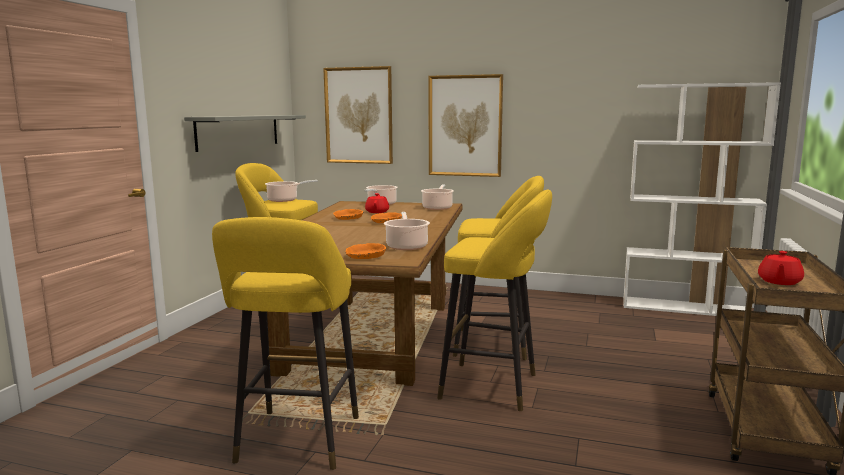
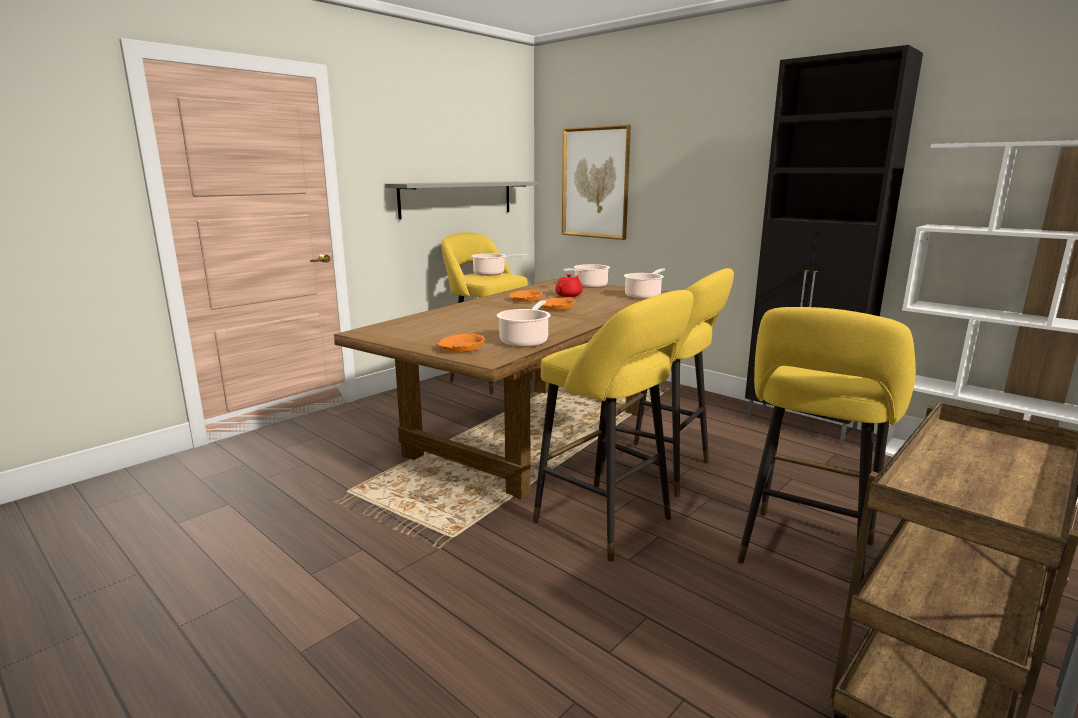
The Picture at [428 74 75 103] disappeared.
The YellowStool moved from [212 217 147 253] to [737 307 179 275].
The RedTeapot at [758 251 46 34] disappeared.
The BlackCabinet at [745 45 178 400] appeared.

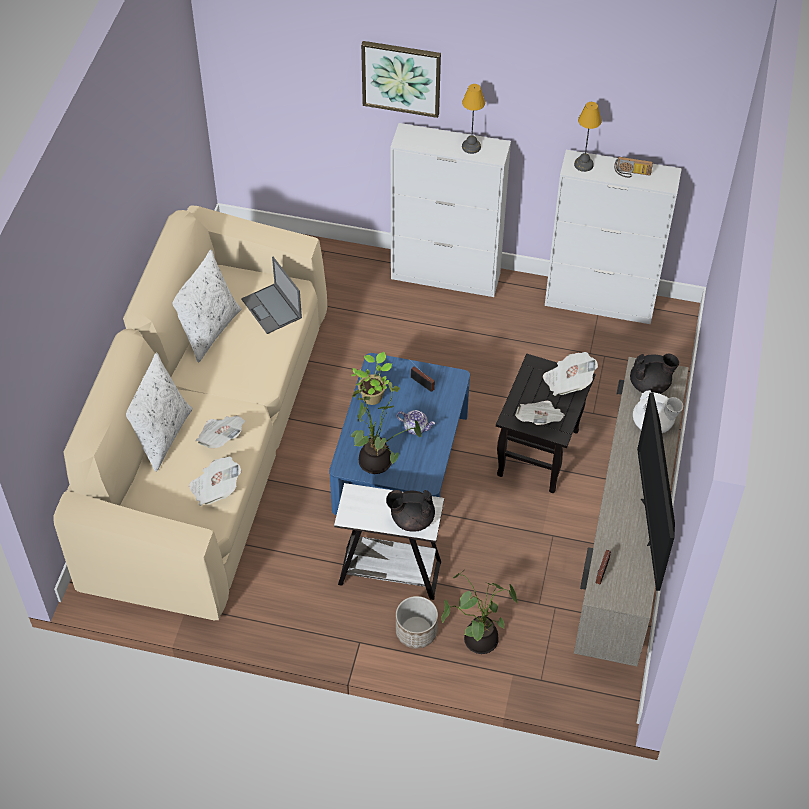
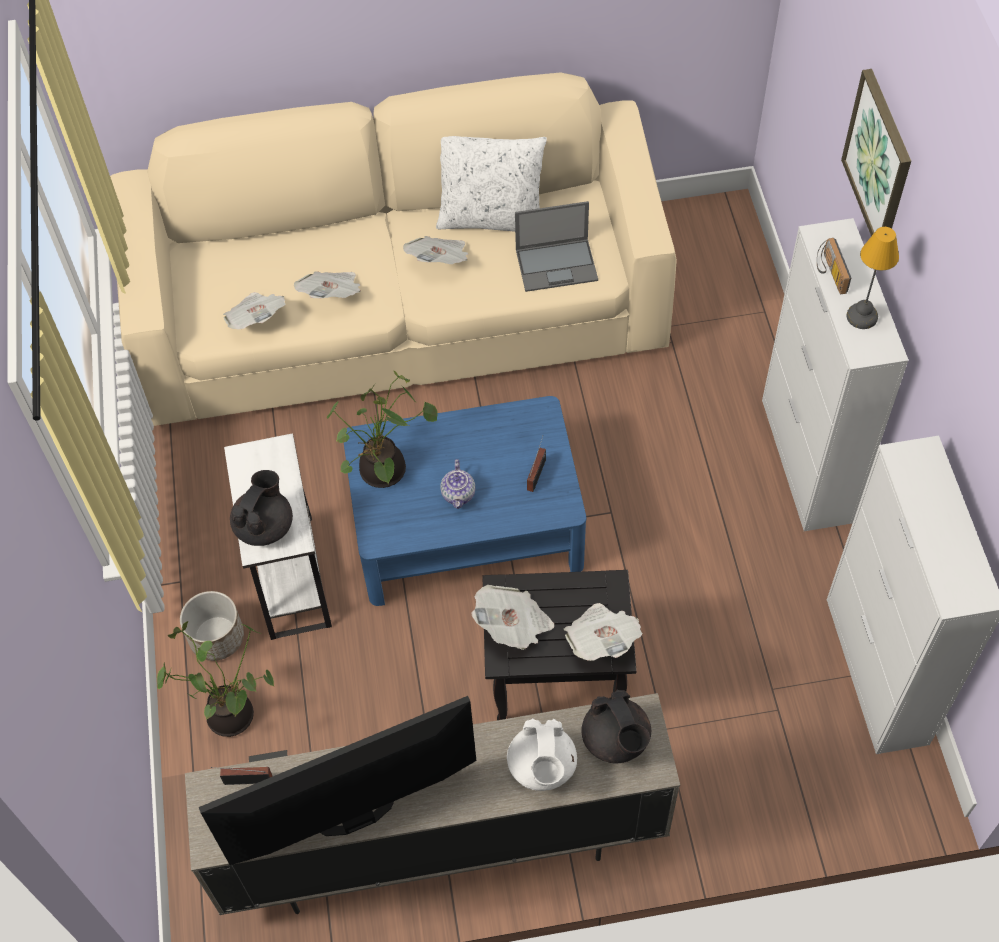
The TableLamp at [574 102 28 70] disappeared.
The Radio moved from [614 157 39 21] to [817 238 34 56].
The Laptop at [241 257 61 77] turned 135 degrees counterclockwise.
The PottedPlant at [351 352 41 53] disappeared.
The WhitePillow at [126 353 67 119] disappeared.
The BlackTeapot at [386 490 49 42] turned 45 degrees clockwise.
The Newspaper at [403 236 66 28] appeared.

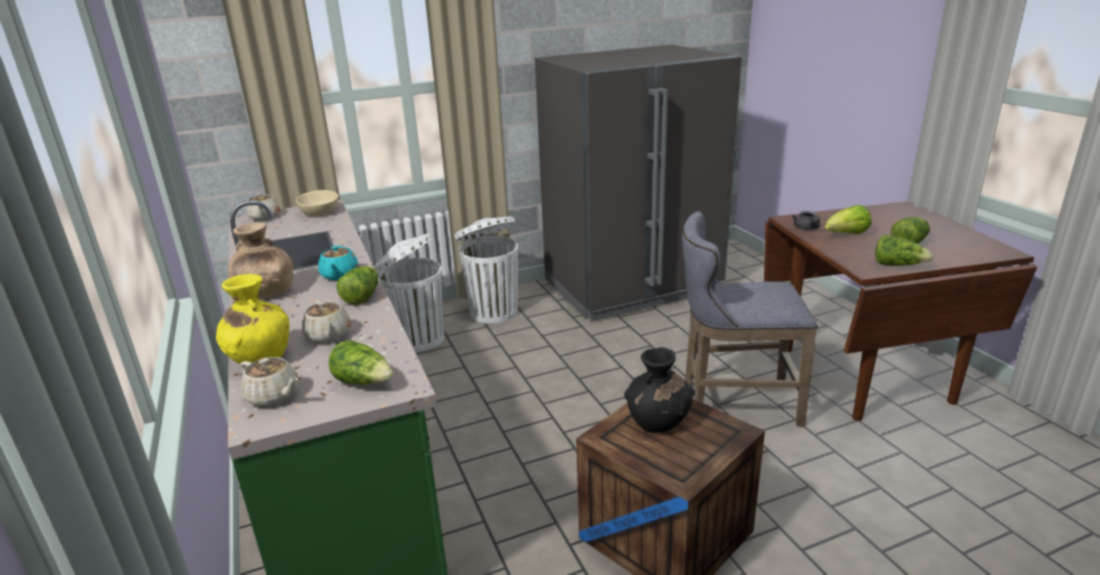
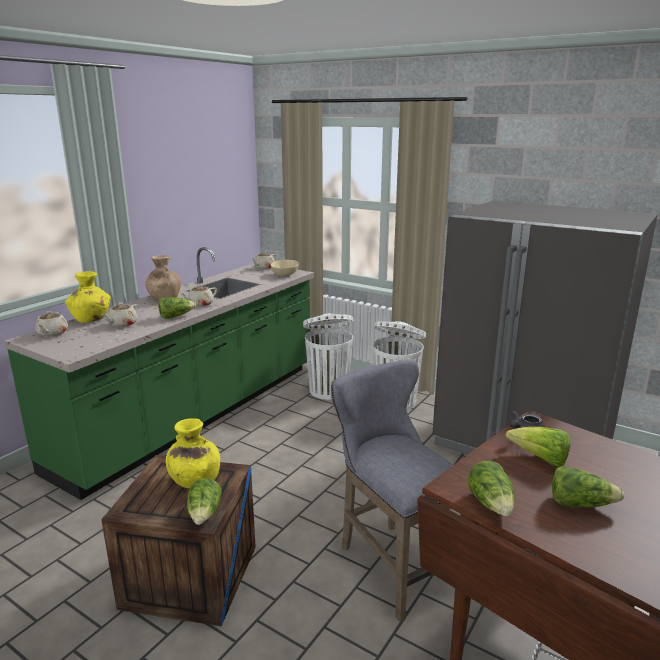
The TurquoiseTeapot at [318 245 41 35] became the BeigeTeapot at [180 285 37 22].
The Lettuce moved from [328 340 66 45] to [187 478 34 47].
The BlackVase at [624 347 71 86] became the YellowVase at [166 418 54 70].

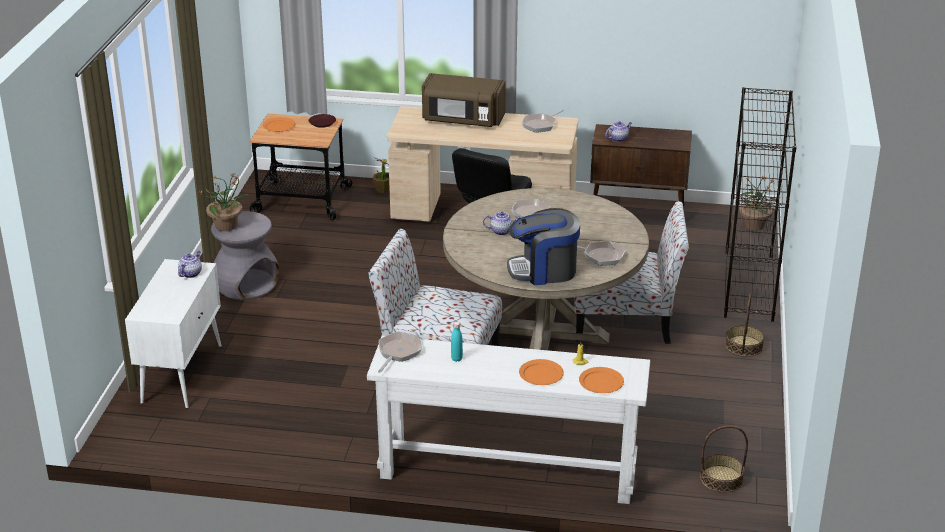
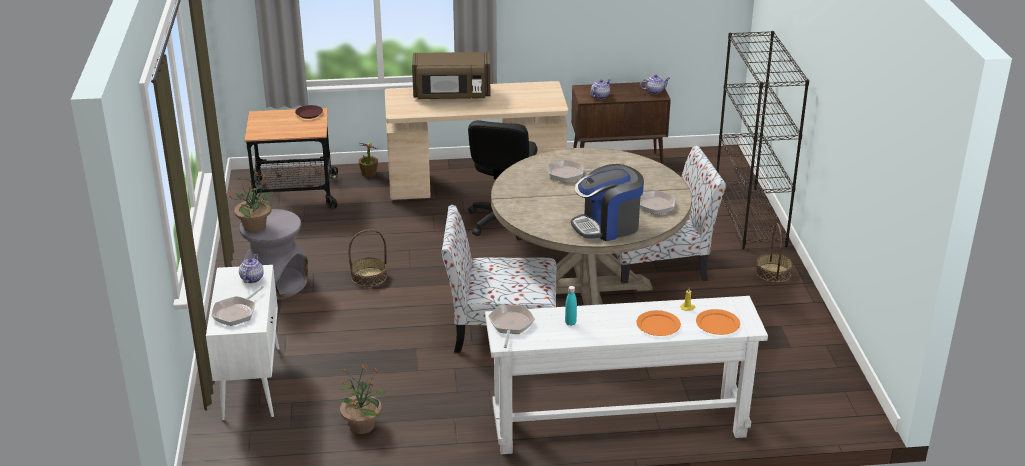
The FryingPan moved from [522 109 42 24] to [212 286 52 40].
The OrangePlate at [263 117 32 15] disappeared.
The PottedPlant moved from [739 175 37 56] to [339 364 48 70].
The Teapot moved from [483 212 38 23] to [640 75 30 19].
The Basket moved from [700 425 48 68] to [349 229 38 58].

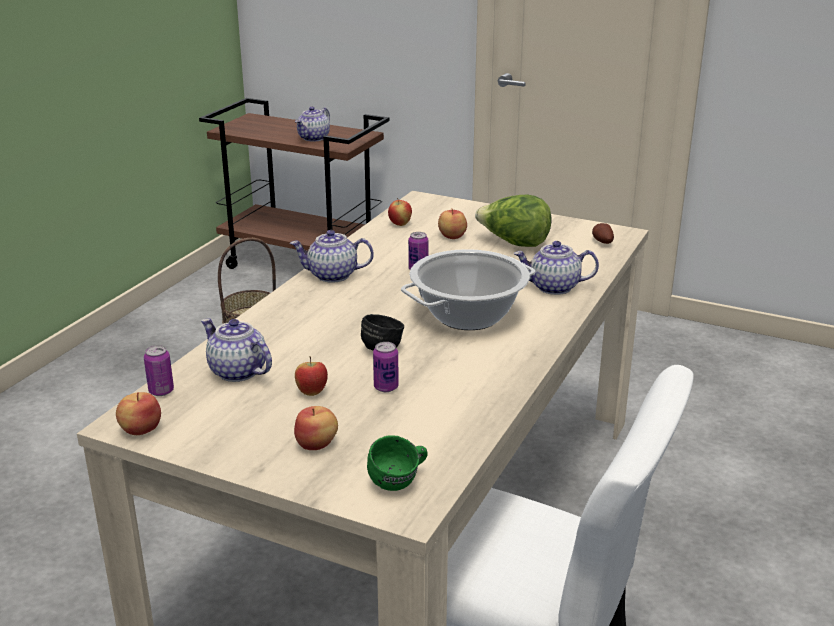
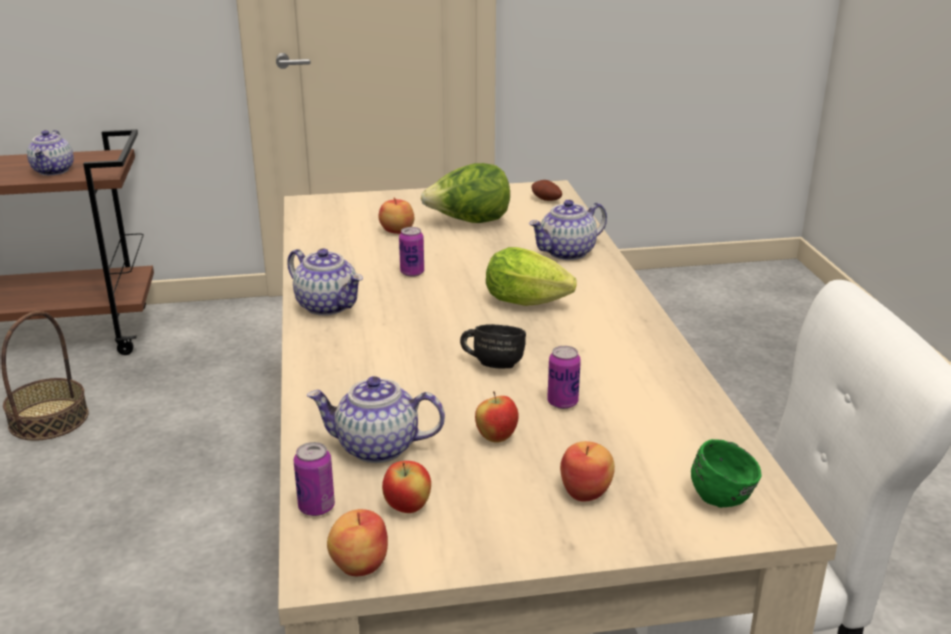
The Apple moved from [388 198 24 28] to [382 461 49 52].
The Teapot at [290 230 84 53] turned 105 degrees counterclockwise.
The CookingPot at [401 249 135 81] was replaced by the Lettuce at [486 247 91 59].

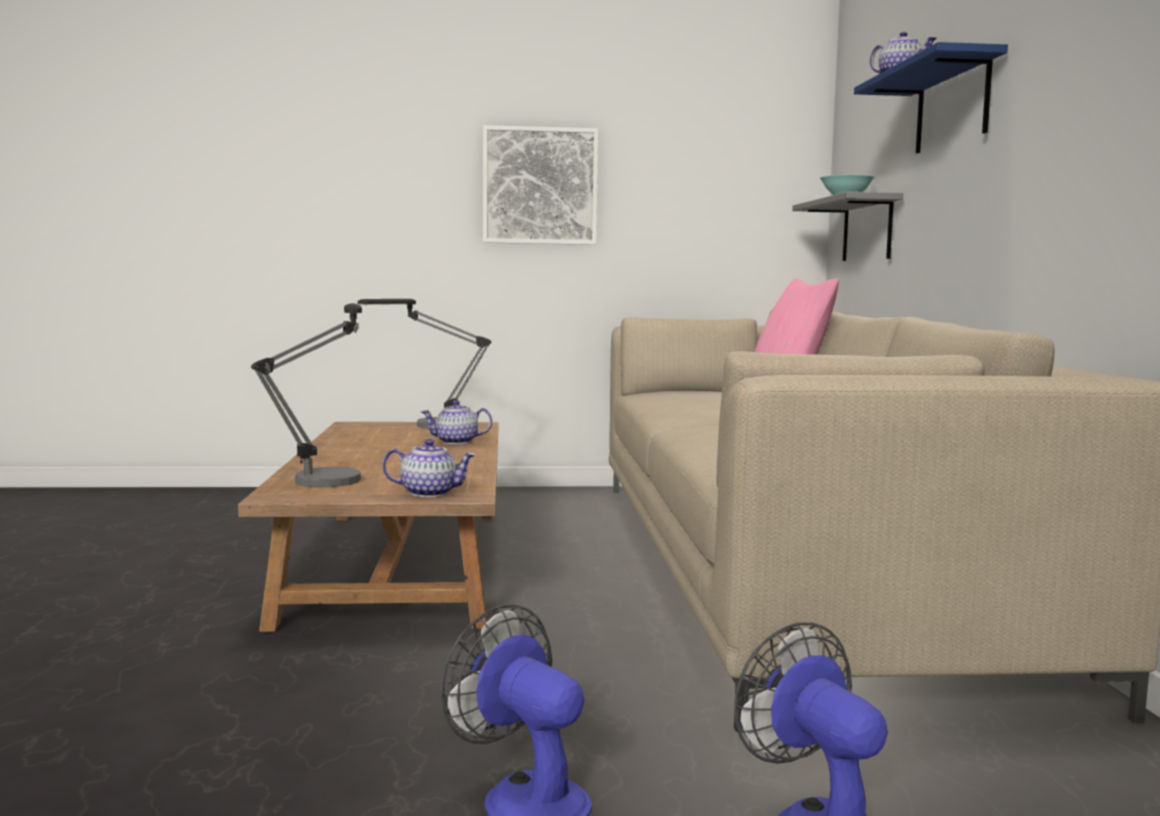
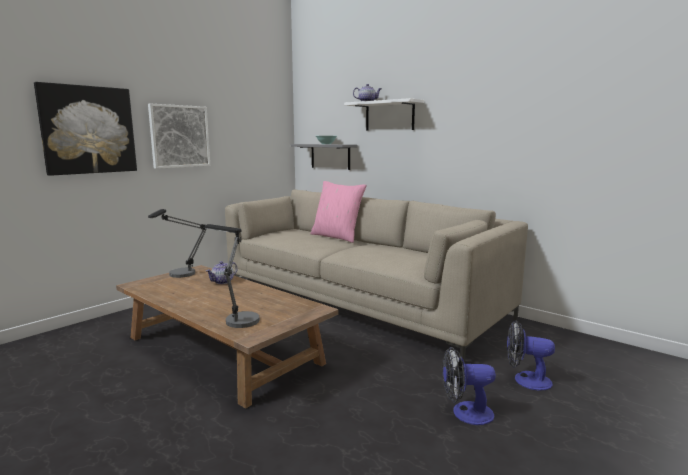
The BlueShelf at [854 42 154 112] became the WhiteShelf at [344 98 80 32].
The Teapot at [382 439 94 58] disappeared.
The Picture at [34 82 103 94] appeared.

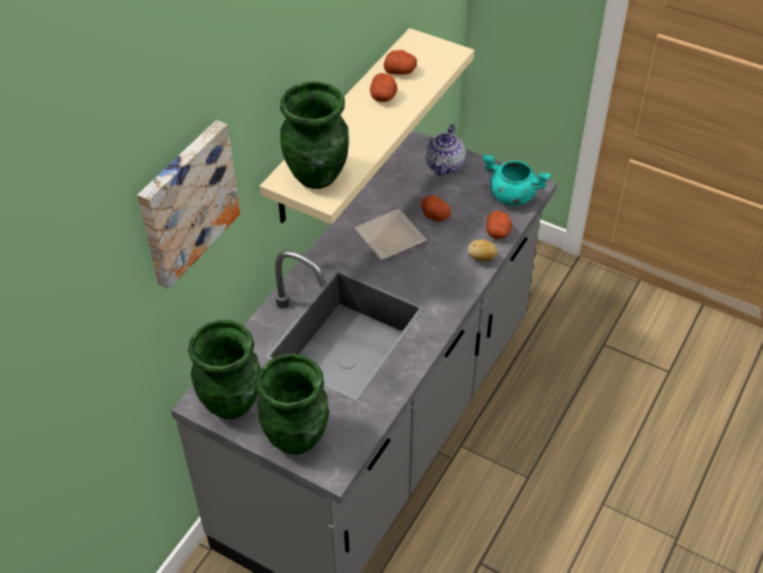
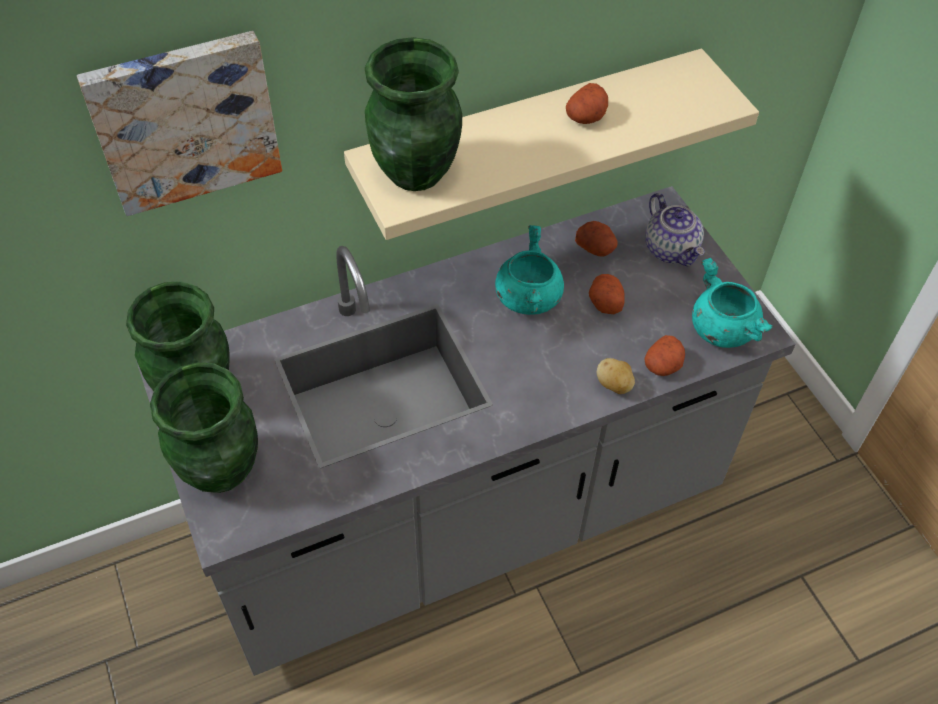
The Potato moved from [384 50 33 25] to [575 221 42 36].
The Teapot at [425 124 41 52] turned 75 degrees counterclockwise.
The Plate at [355 209 71 51] was replaced by the TurquoiseCookingPot at [495 225 69 90].

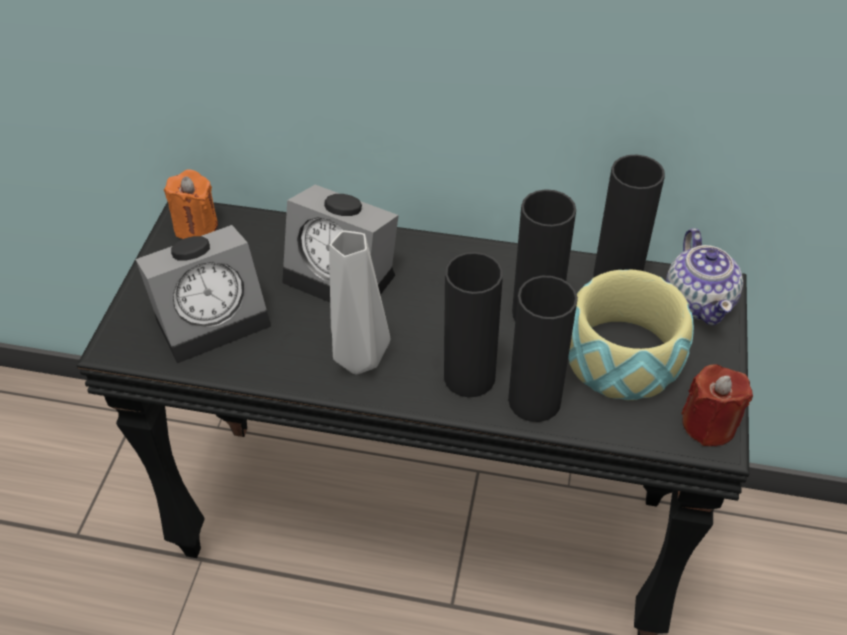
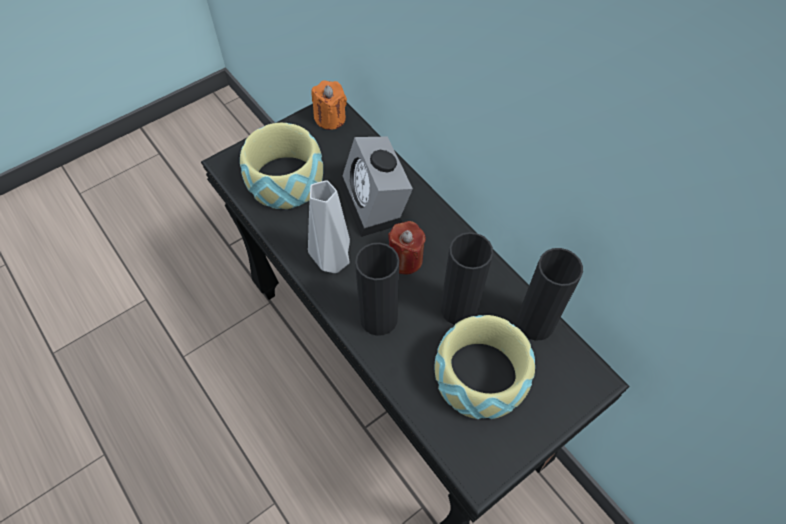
The AlarmClock at [136 225 135 138] was replaced by the Bowl at [240 123 83 86].
The Teapot at [666 228 77 97] disappeared.
The BlackVase at [508 276 70 146] disappeared.
The RedCandle moved from [681 364 72 82] to [388 221 38 53].

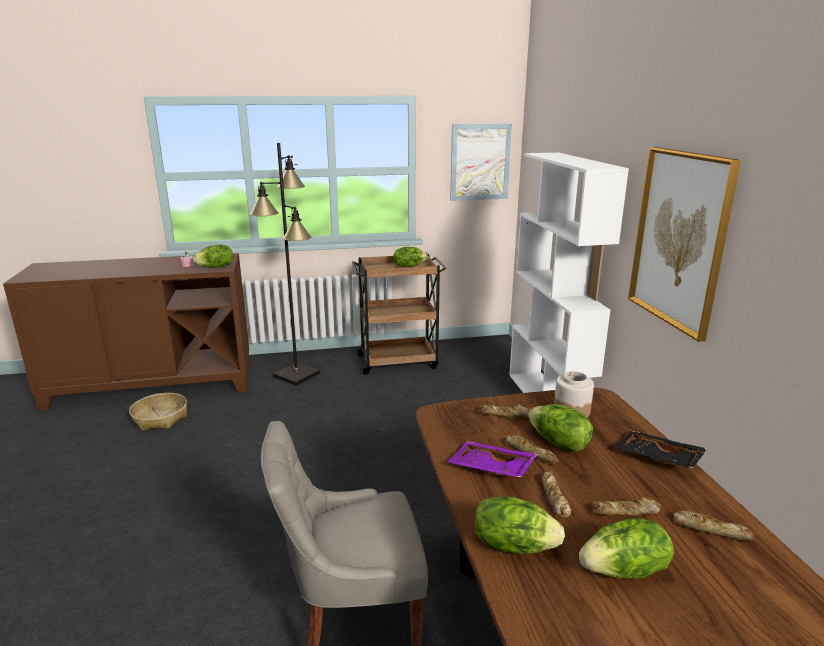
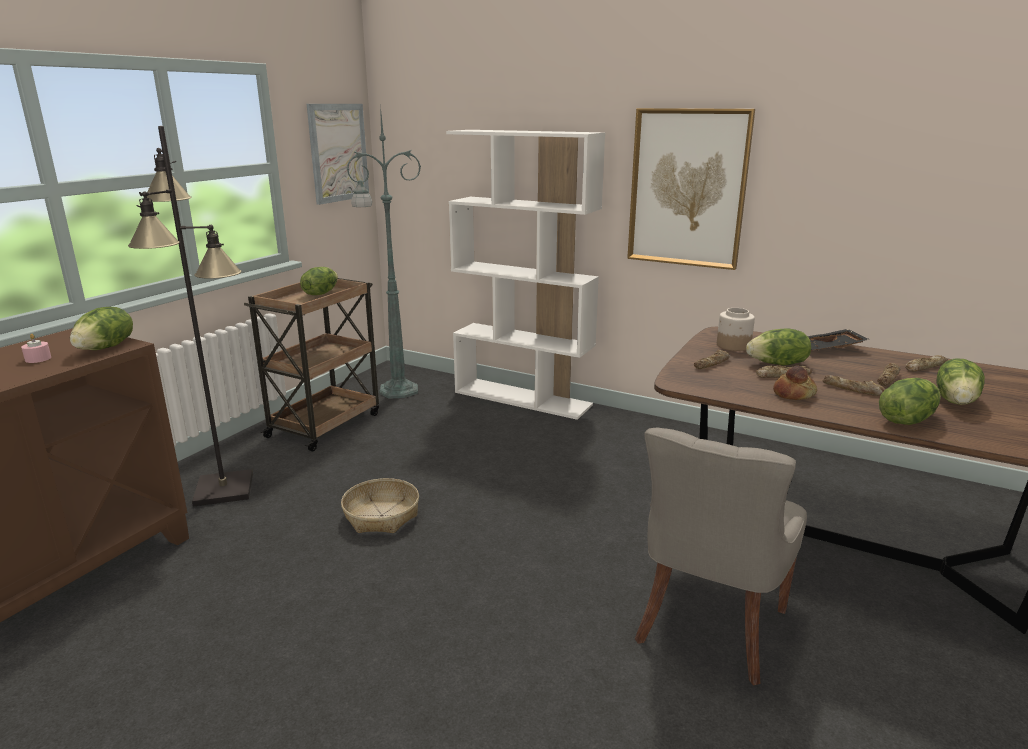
The Basket moved from [129 393 58 38] to [341 478 78 55].
The PurpleTray at [447 441 91 36] was replaced by the Bread at [773 366 44 34].
The GreenFloorLamp at [347 105 74 294] appeared.

